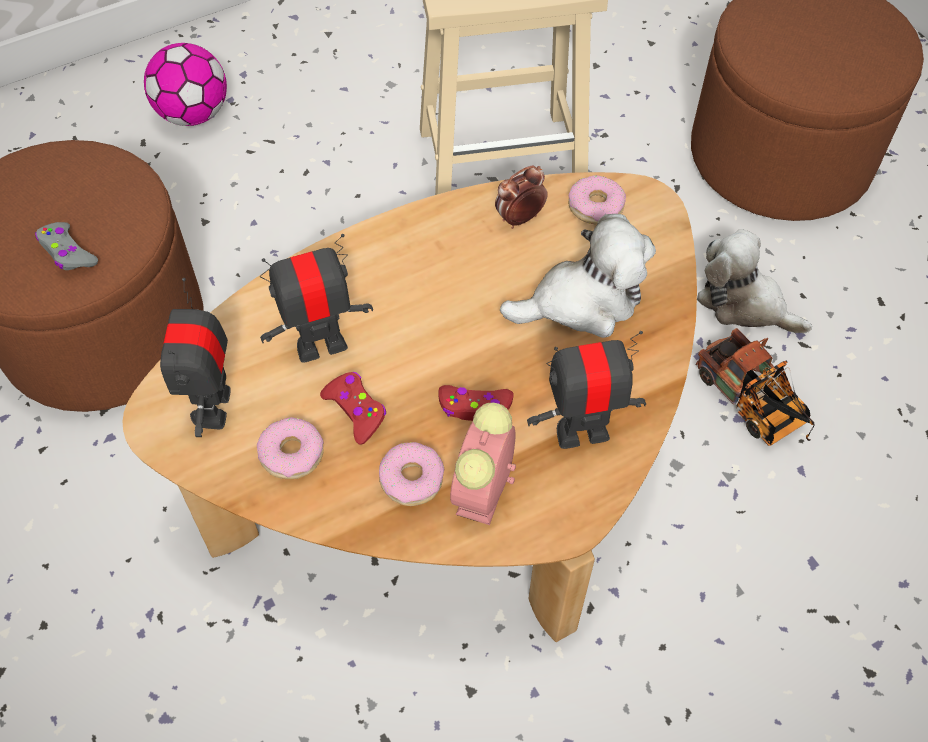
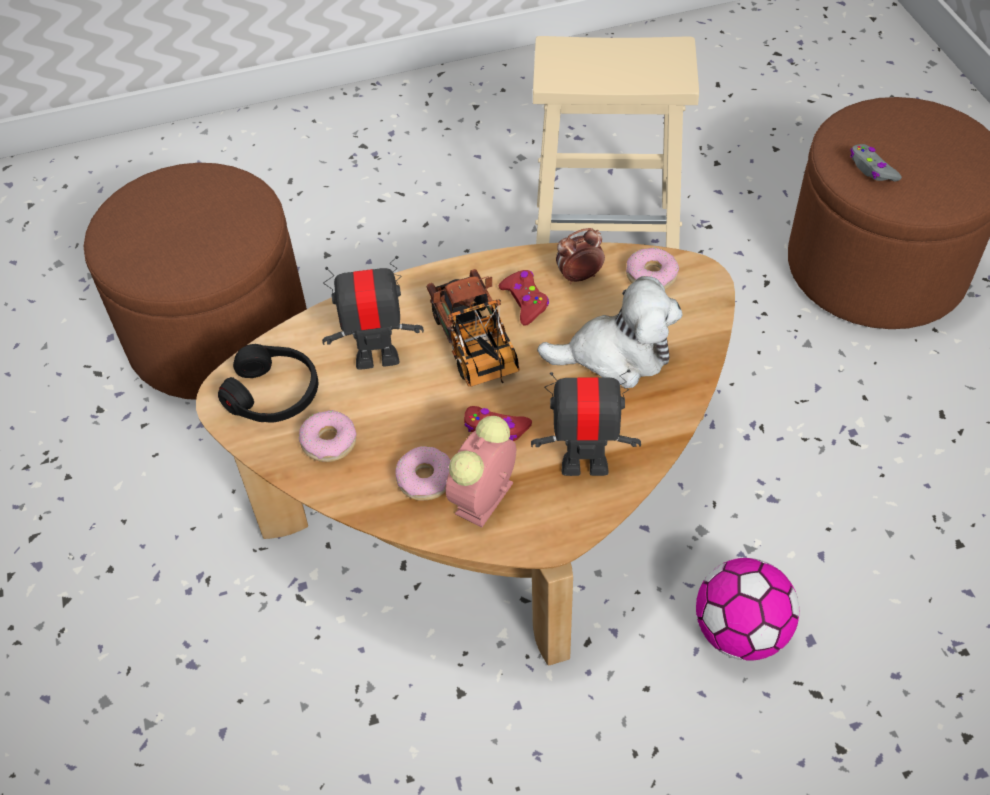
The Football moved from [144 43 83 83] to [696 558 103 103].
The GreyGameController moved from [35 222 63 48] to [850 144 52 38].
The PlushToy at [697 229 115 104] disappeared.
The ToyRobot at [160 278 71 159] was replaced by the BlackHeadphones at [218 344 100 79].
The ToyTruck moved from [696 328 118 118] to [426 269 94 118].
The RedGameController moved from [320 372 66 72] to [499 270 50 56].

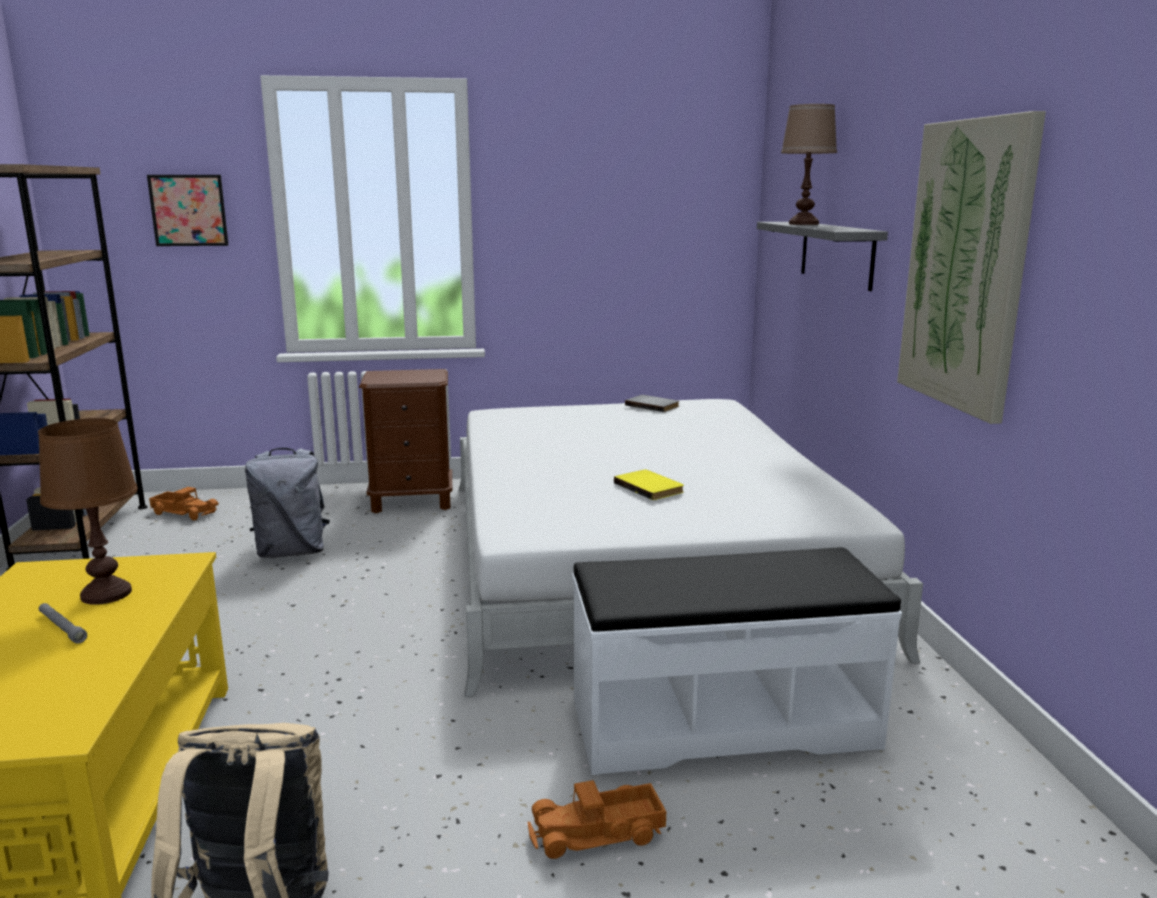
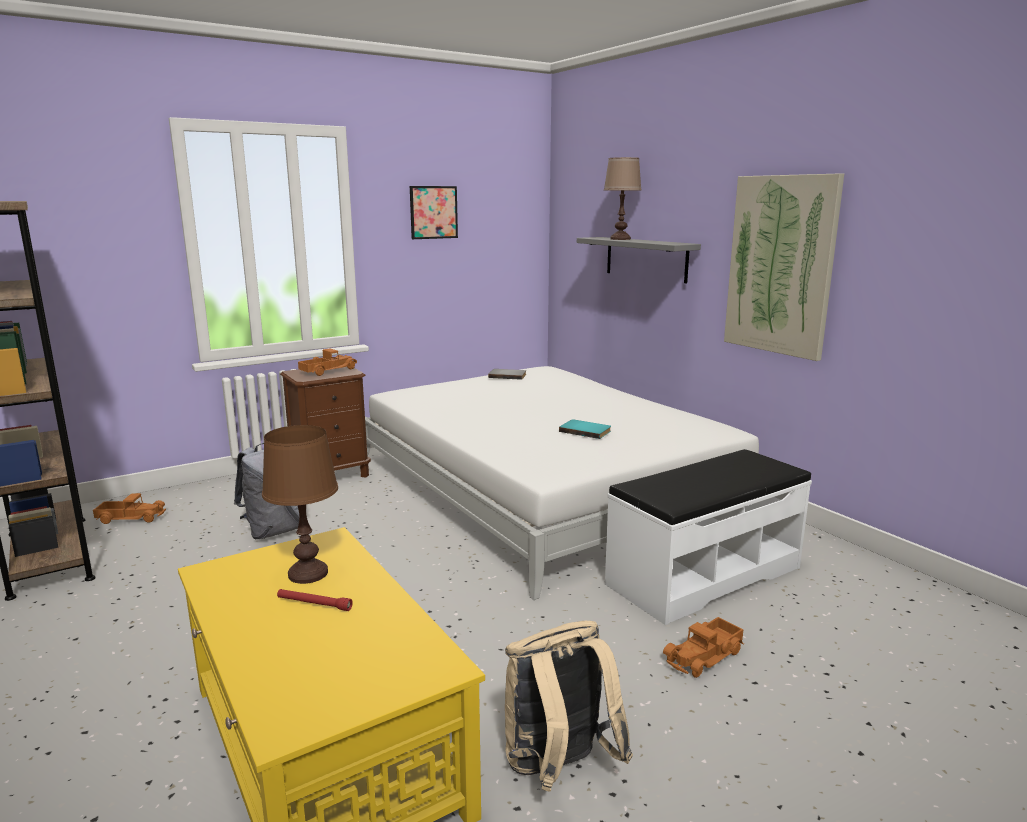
The Picture moved from [147 175 82 71] to [410 186 48 53].
The YellowBook at [614 469 70 31] became the TurquoiseBook at [559 419 52 20].
The GreyFlashlight at [39 603 48 41] became the RedFlashlight at [277 589 76 22].
The ToyTruck at [298 348 59 28] appeared.

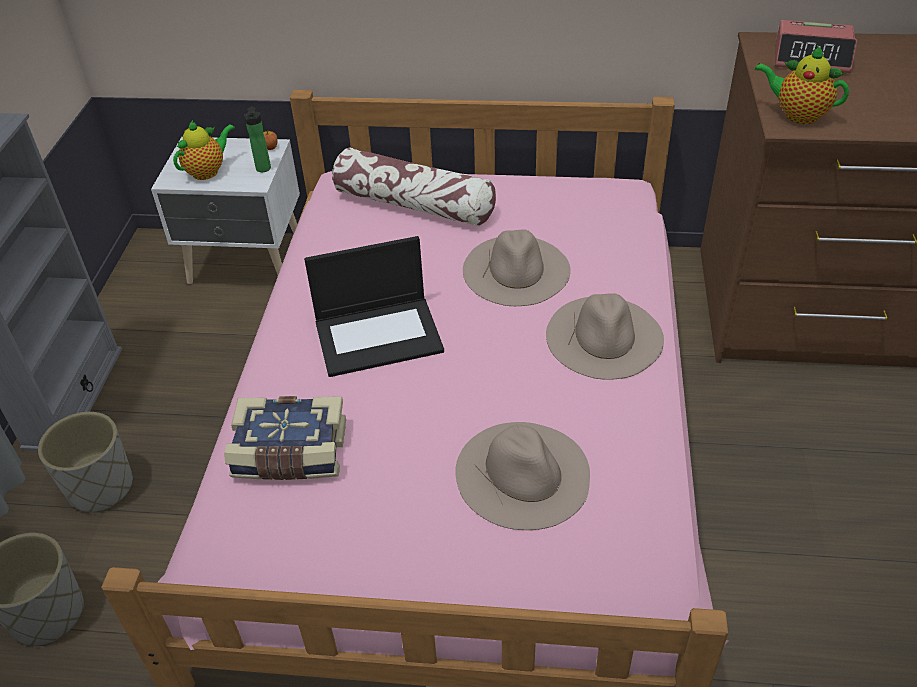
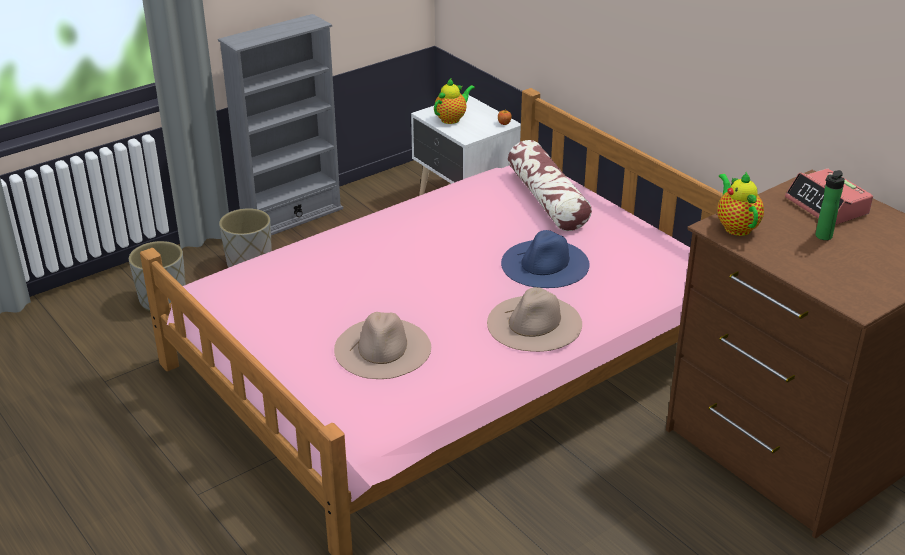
The Bottle moved from [244 106 27 66] to [816 170 29 70].
The Teapot at [173 120 62 60] turned 45 degrees counterclockwise.
The BeigeHat at [463 229 108 77] became the BlueHat at [501 230 89 58].
The Laptop at [304 236 140 141] disappeared.
The Book at [224 396 122 84] disappeared.

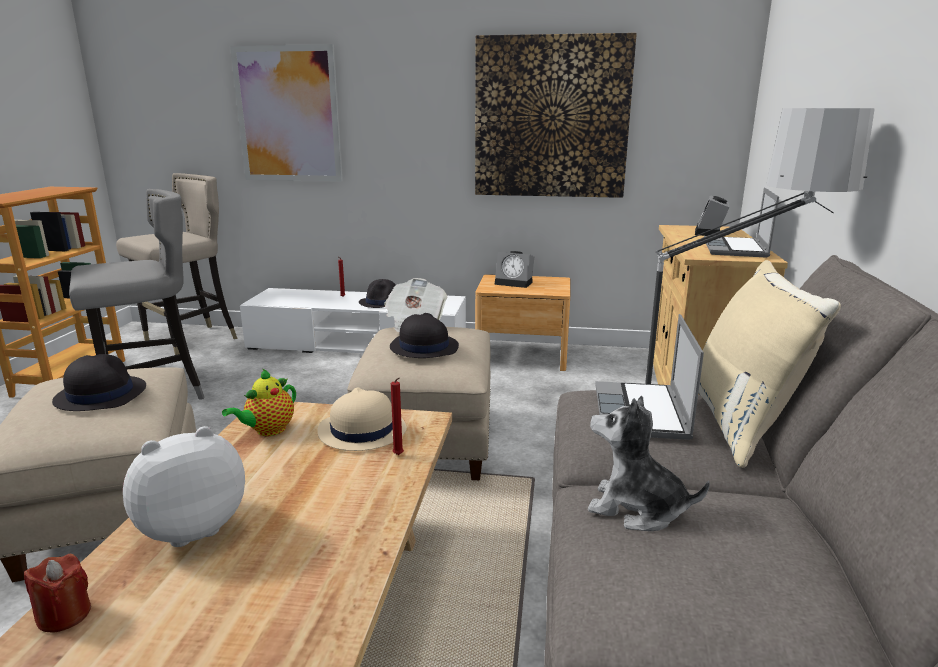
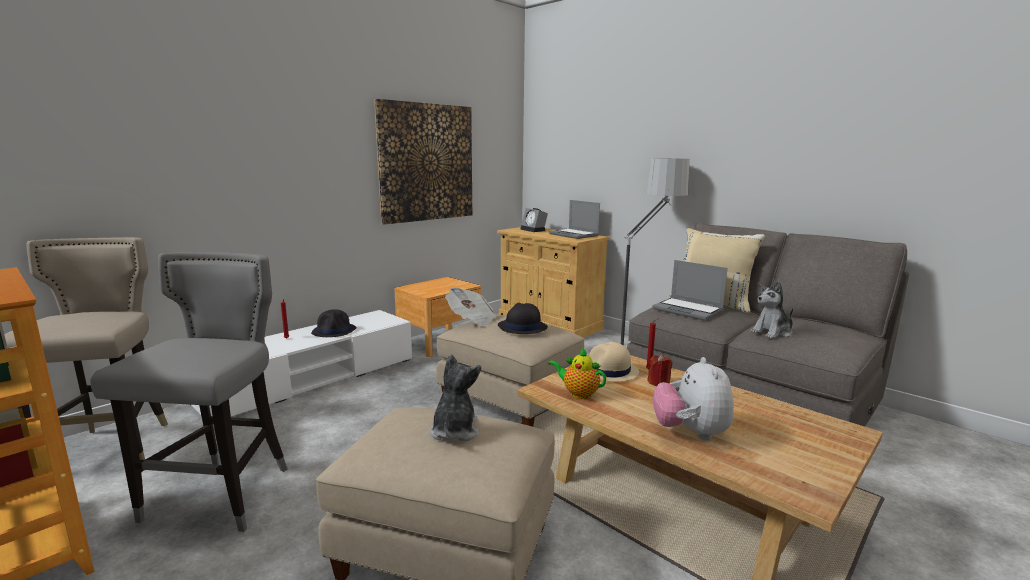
The Picture at [230 44 113 138] disappeared.
The AlarmClock at [495 251 39 37] disappeared.
The BlackHat at [52 354 94 57] was replaced by the PlushToy at [430 354 51 87].
The Teapot at [222 369 74 67] turned 135 degrees clockwise.
The RedCandle moved from [24 554 67 78] to [647 354 26 32].

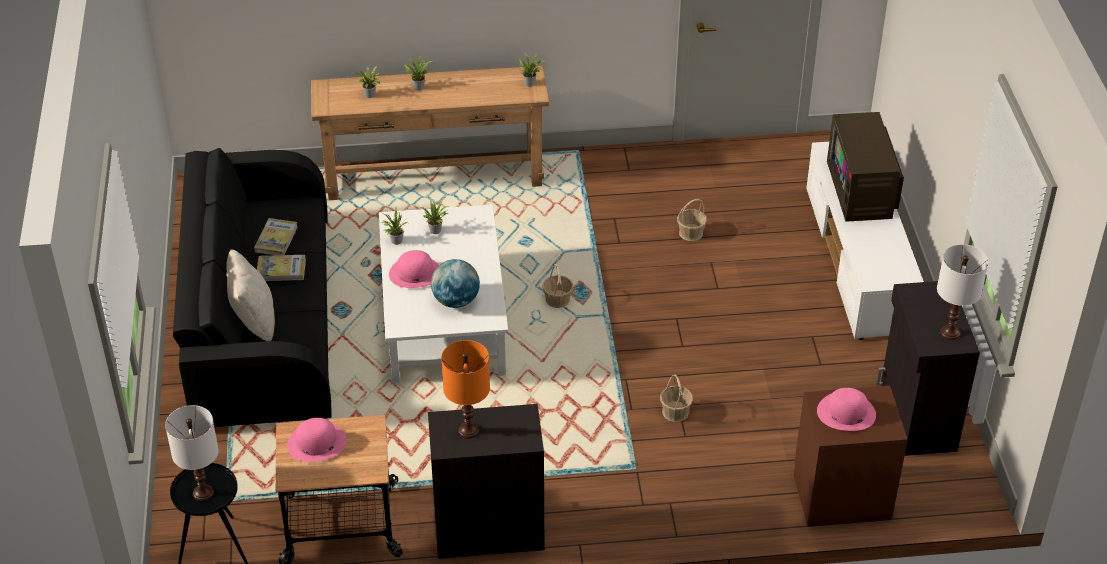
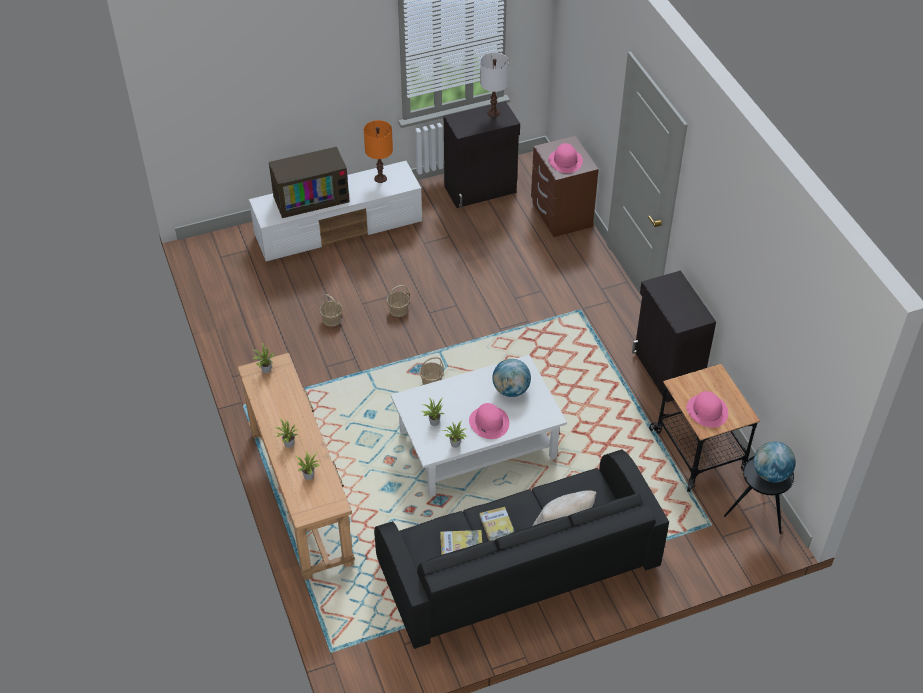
The OrangeTableLamp moved from [441 340 49 98] to [364 120 29 63].
The Basket moved from [660 374 33 48] to [387 285 23 32].
The WhiteTableLamp at [165 405 54 96] was replaced by the Globe at [754 441 42 42].

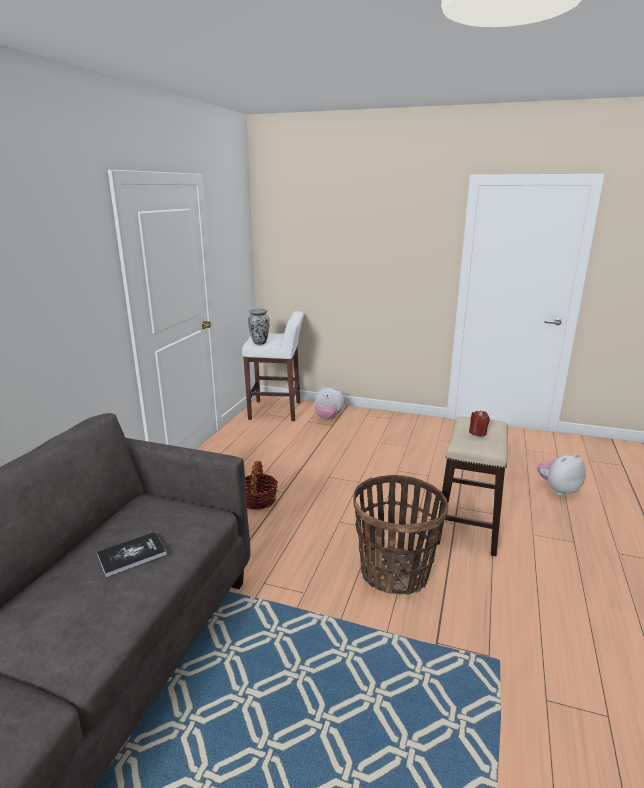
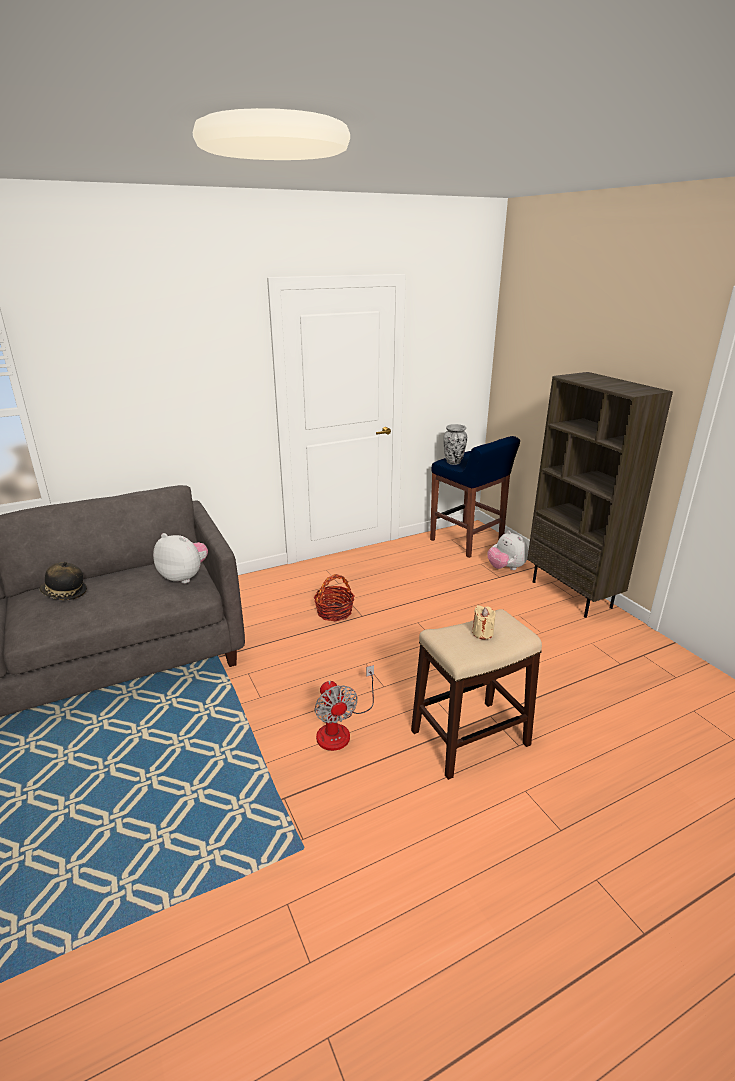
The WhiteStool at [242 311 62 110] became the BlueStool at [430 436 90 122].
The RedCandle at [469 411 21 25] became the BeigeCandle at [472 605 24 34].
The PlushToy moved from [537 454 49 42] to [153 533 55 51].
The Basket at [353 475 96 120] was replaced by the Fan at [315 665 59 86].
The Book at [97 532 70 45] disappeared.
The BrownBookcase at [527 372 146 246] appeared.
The Hat at [39 562 48 38] appeared.

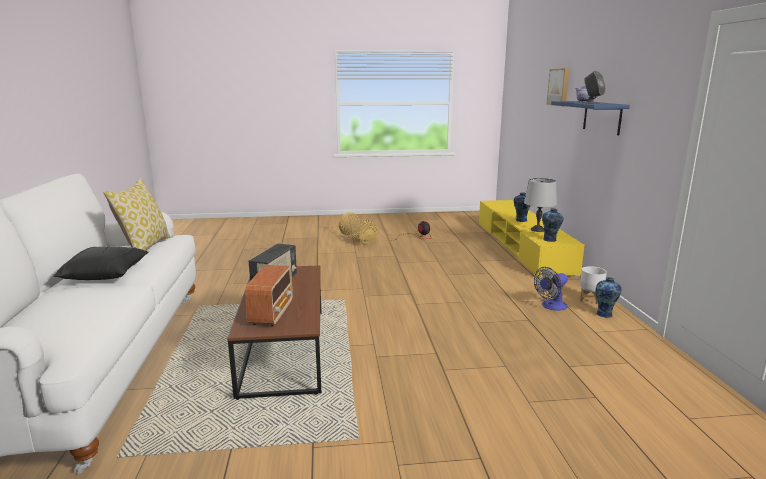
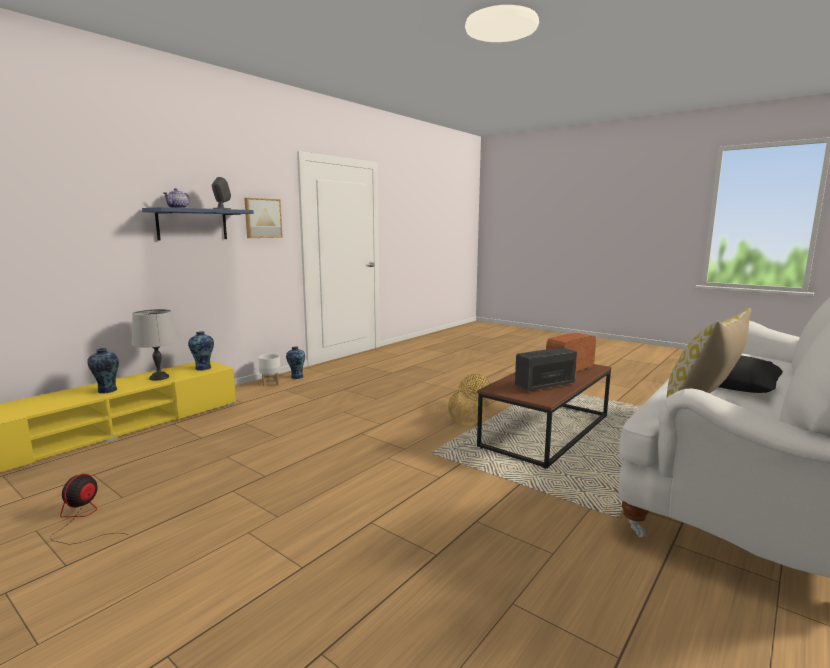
The Picture moved from [546 68 24 38] to [244 198 39 40].
The Basket moved from [339 212 39 33] to [448 374 42 52].
The Fan at [534 267 34 44] disappeared.

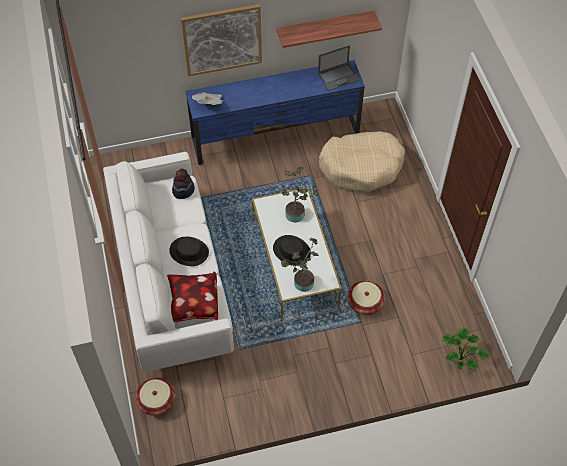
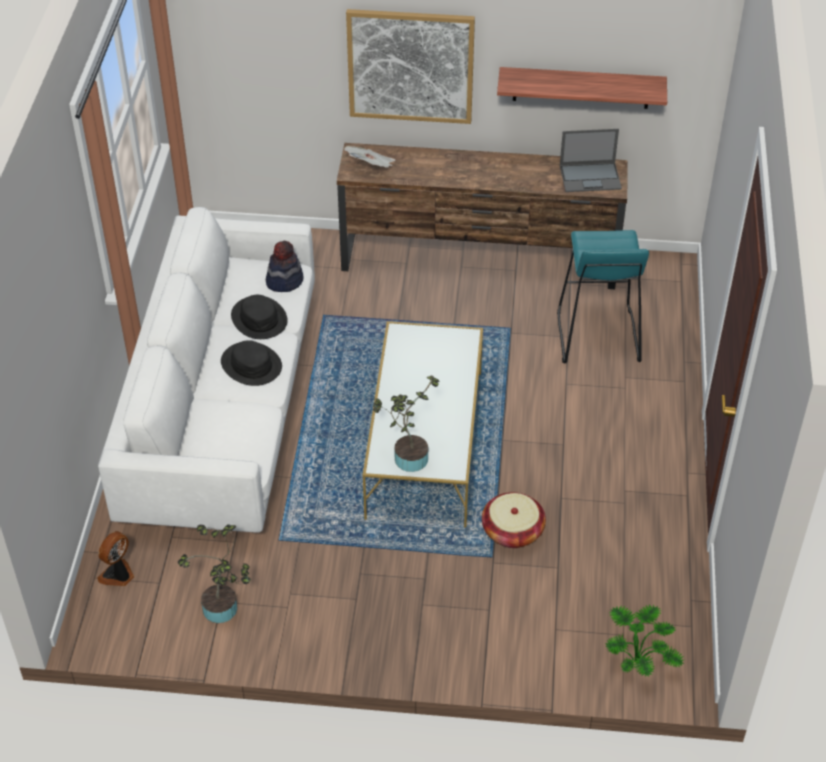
The BlueTvStand at [186 60 179 105] became the BrownTvStand at [337 143 291 146].
The BeigeDogBed at [319 131 86 61] was replaced by the TurquoiseStool at [557 230 92 133].
The PottedPlant moved from [282 167 36 55] to [178 524 73 99].
The BlackHat moved from [273 235 38 31] to [231 295 57 44].
The Pillow at [167 271 51 52] disappeared.
The Basket at [136 378 40 38] was replaced by the Fan at [97 531 37 55].

